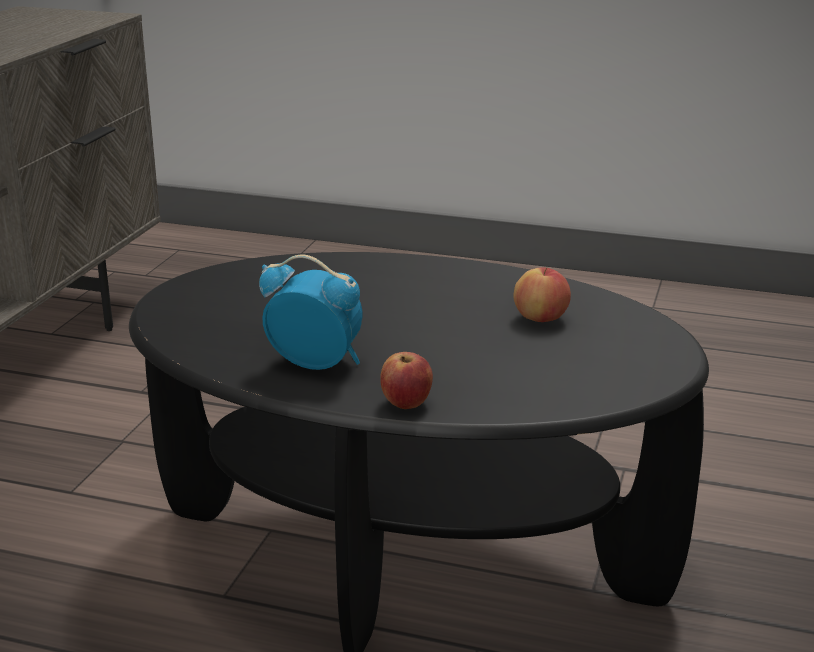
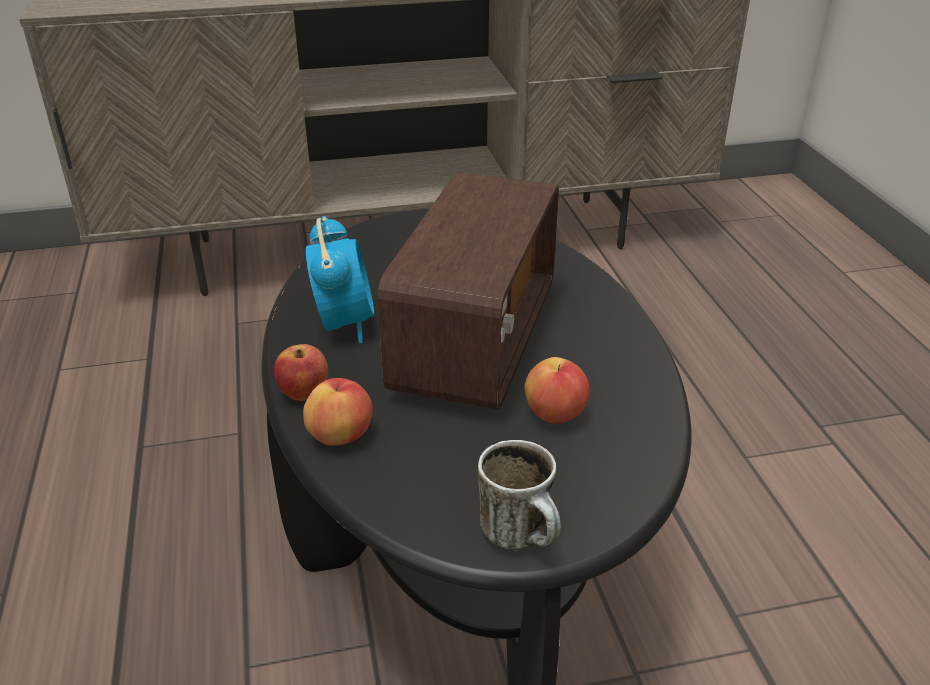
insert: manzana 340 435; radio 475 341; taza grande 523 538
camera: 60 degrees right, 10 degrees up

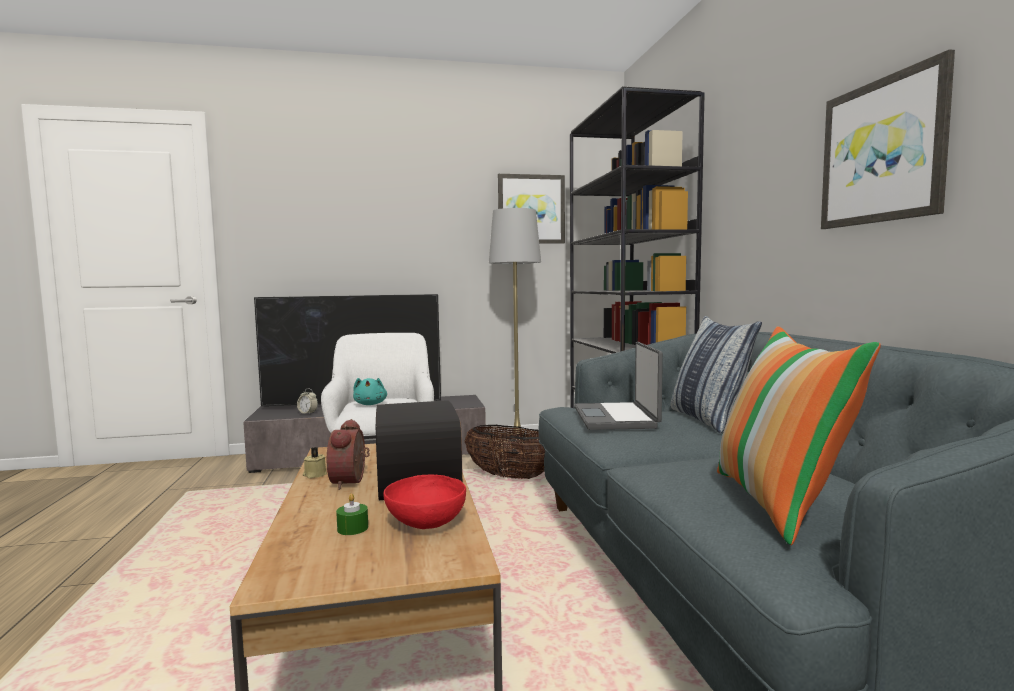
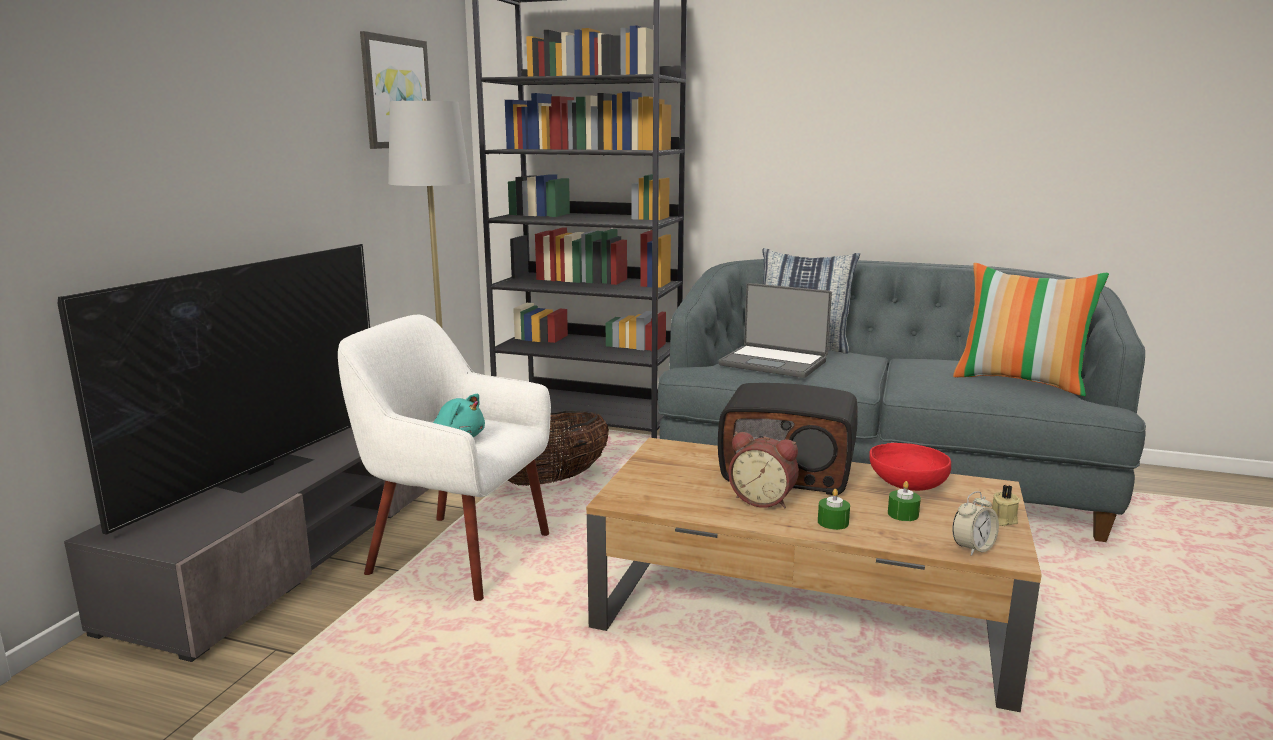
delete: cuadro 882 151
insert: vela (verde) 833 522
move: despertador 307 413 to 973 548; vela (beis) 314 475 to 1002 520
camera: 60 degrees left, 10 degrees up

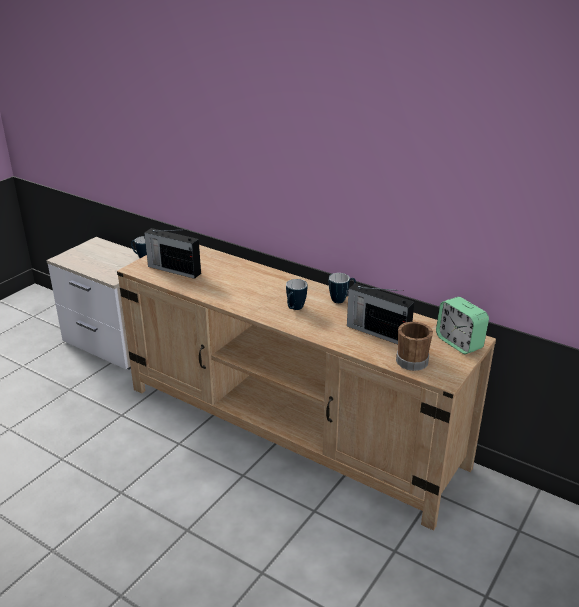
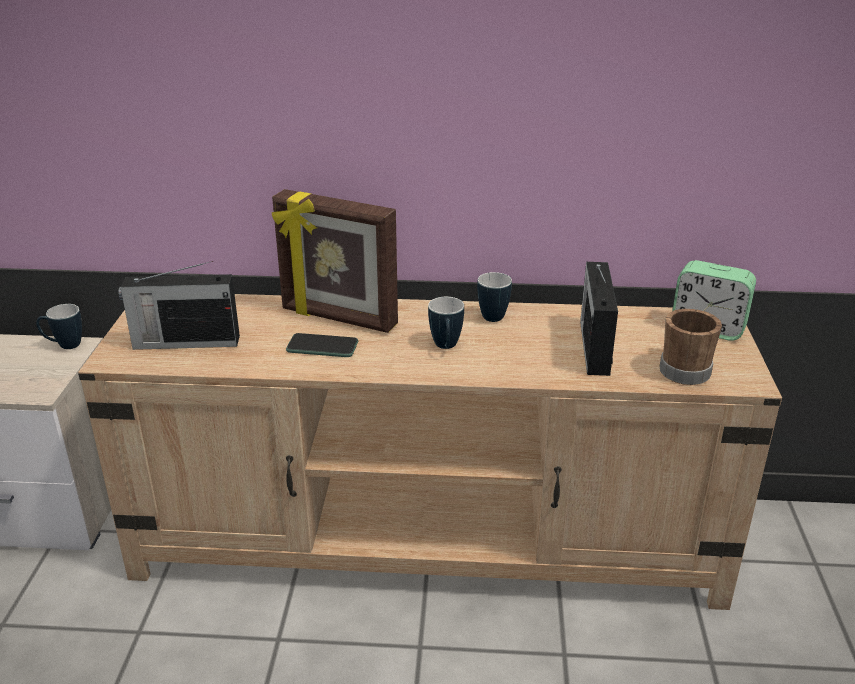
insert: portarretratos 338 318; móvil 322 347
rotate: radio 377 332 = 594 346 90 degrees clockwise
camera: 30 degrees left, 0 degrees up

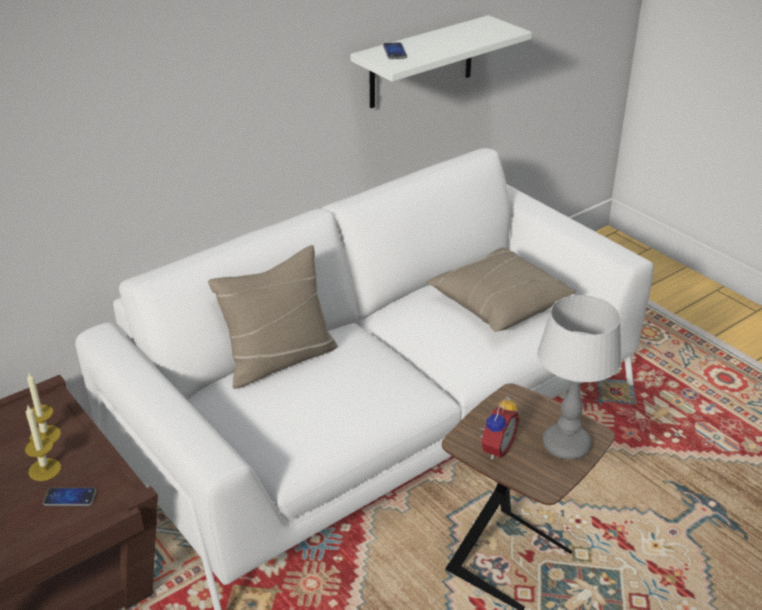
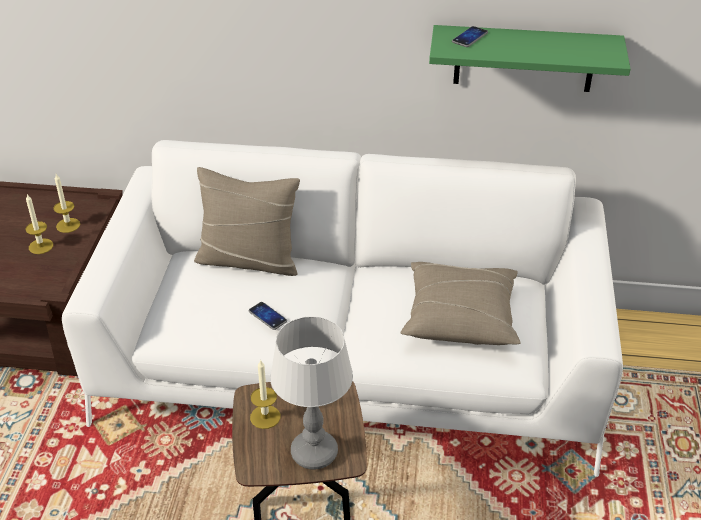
move: móvil 70 498 to 267 316
replace: despertador 495 448 to vela 265 417
recolor: estante (blanco) 421 62 to estante (verde) 524 58
camera: 45 degrees right, 5 degrees up

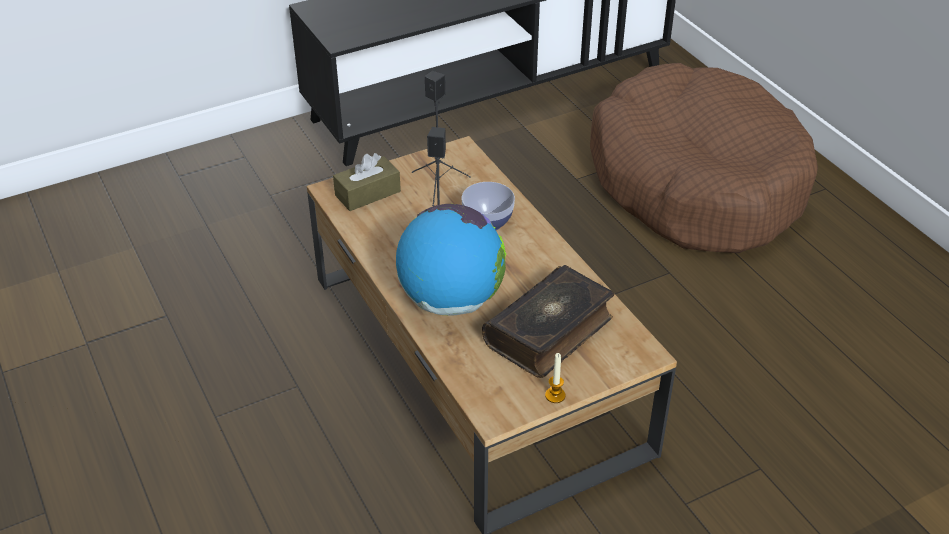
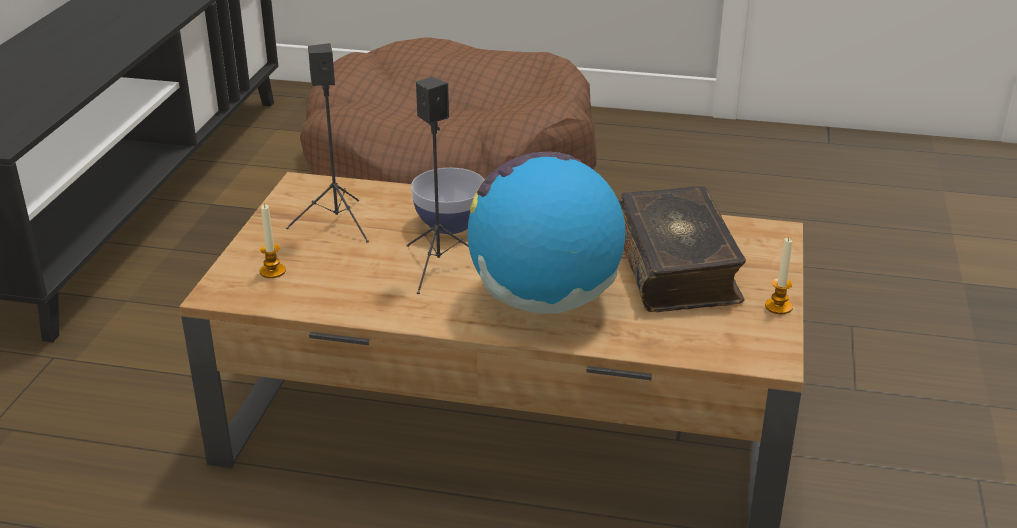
replace: caja de pañuelos (marrón) 367 193 to vela 272 271
camera: 50 degrees left, 10 degrees down

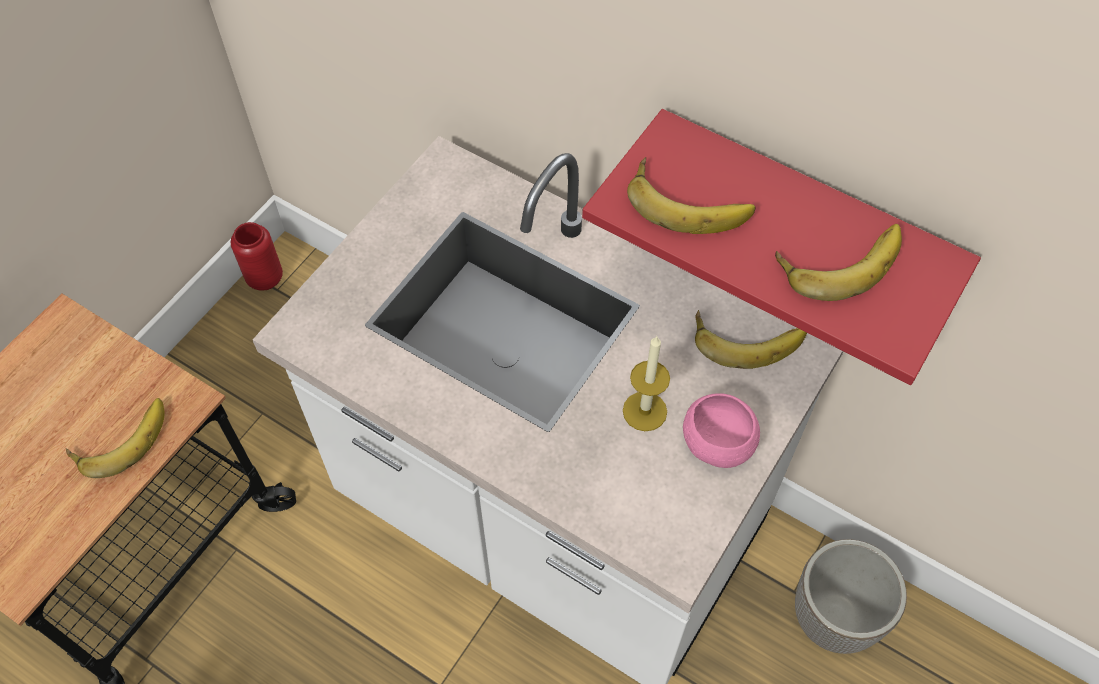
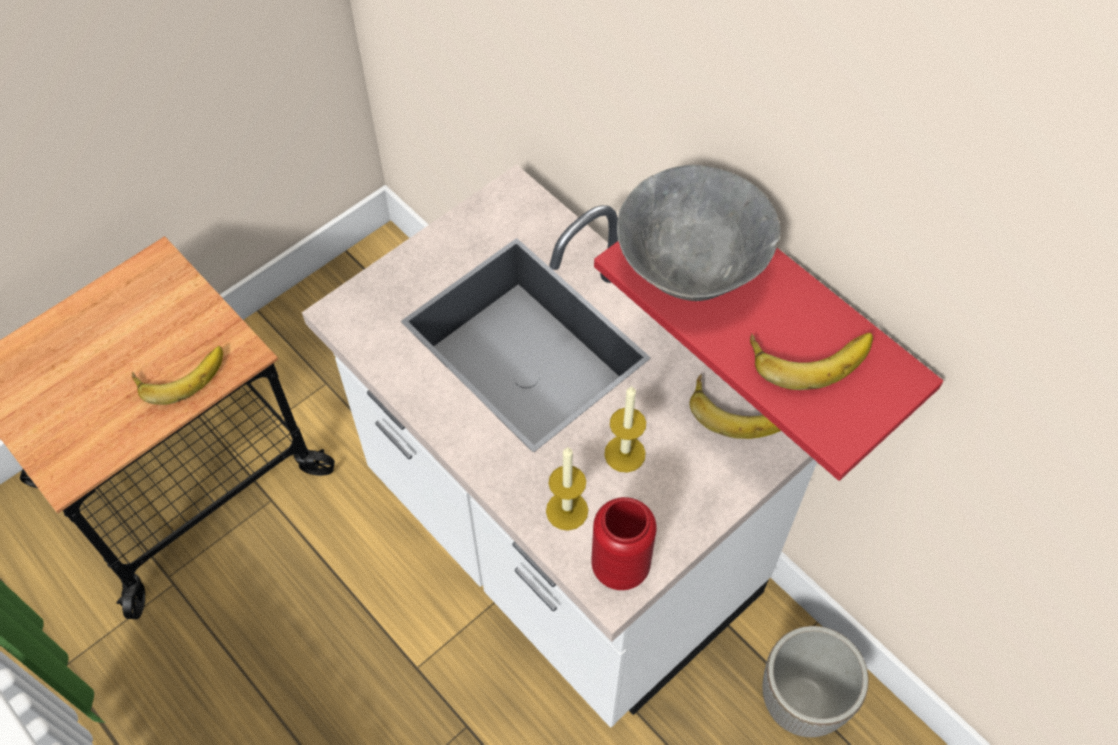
delete: cuenco (rosa) 717 444
insert: vela 567 510
move: florero (rojo) 265 278 to 620 567
replace: plátano 689 201 to cuenco (gris) 691 272
camera: 15 degrees right, 0 degrees up

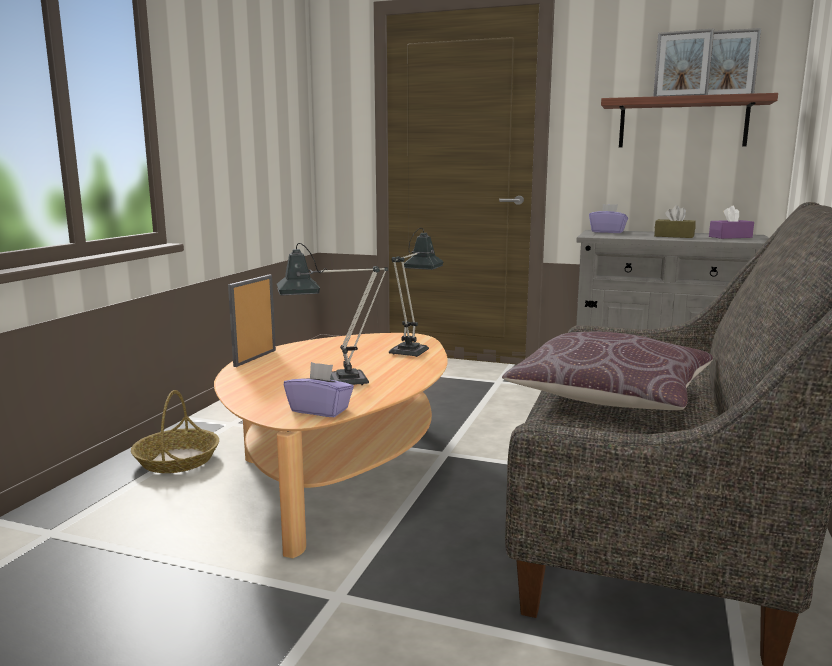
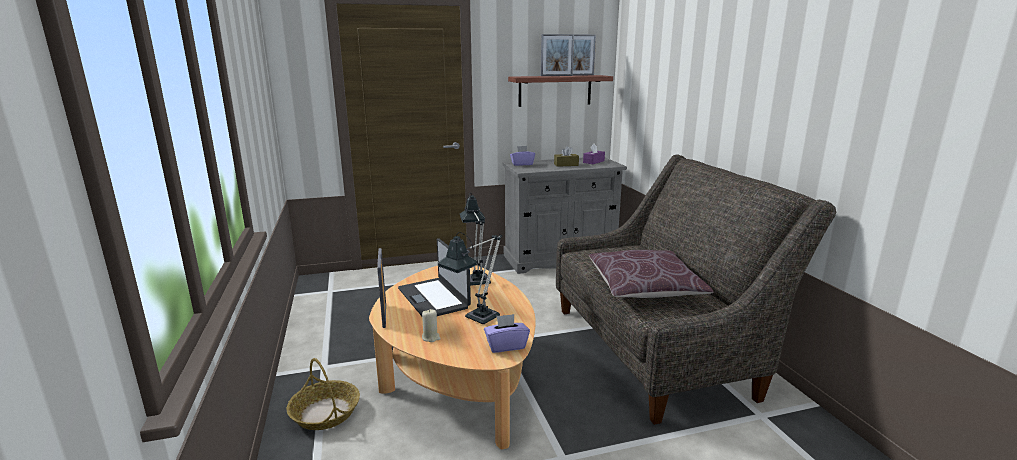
insert: portátil 434 298; vela (beis) 431 337
camera: 35 degrees left, 5 degrees up

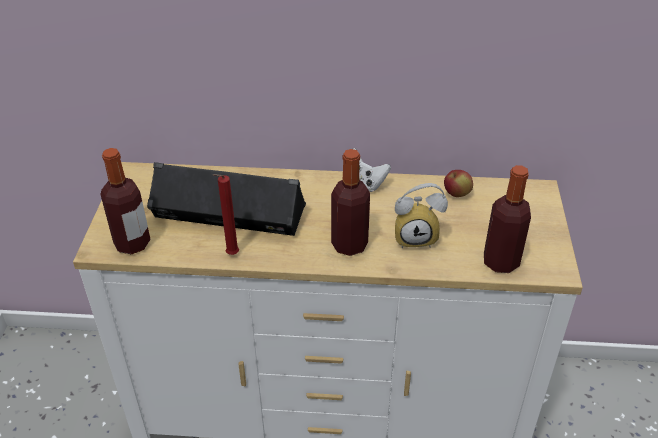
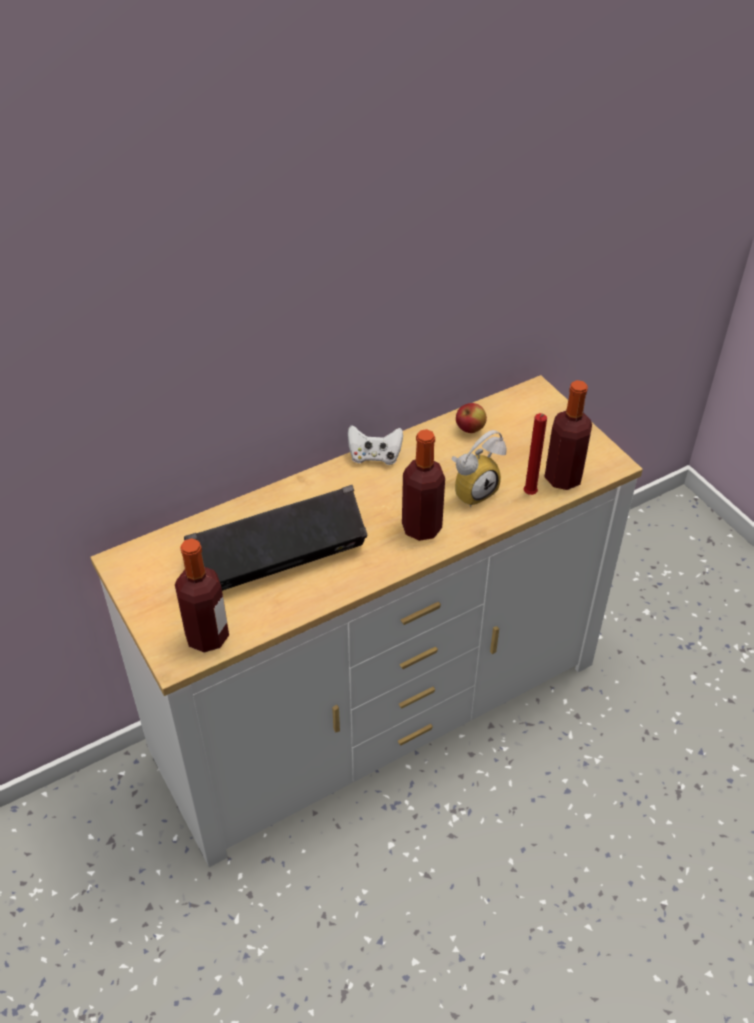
move: vela (rojo) 230 255 to 529 495
camera: 35 degrees left, 5 degrees up

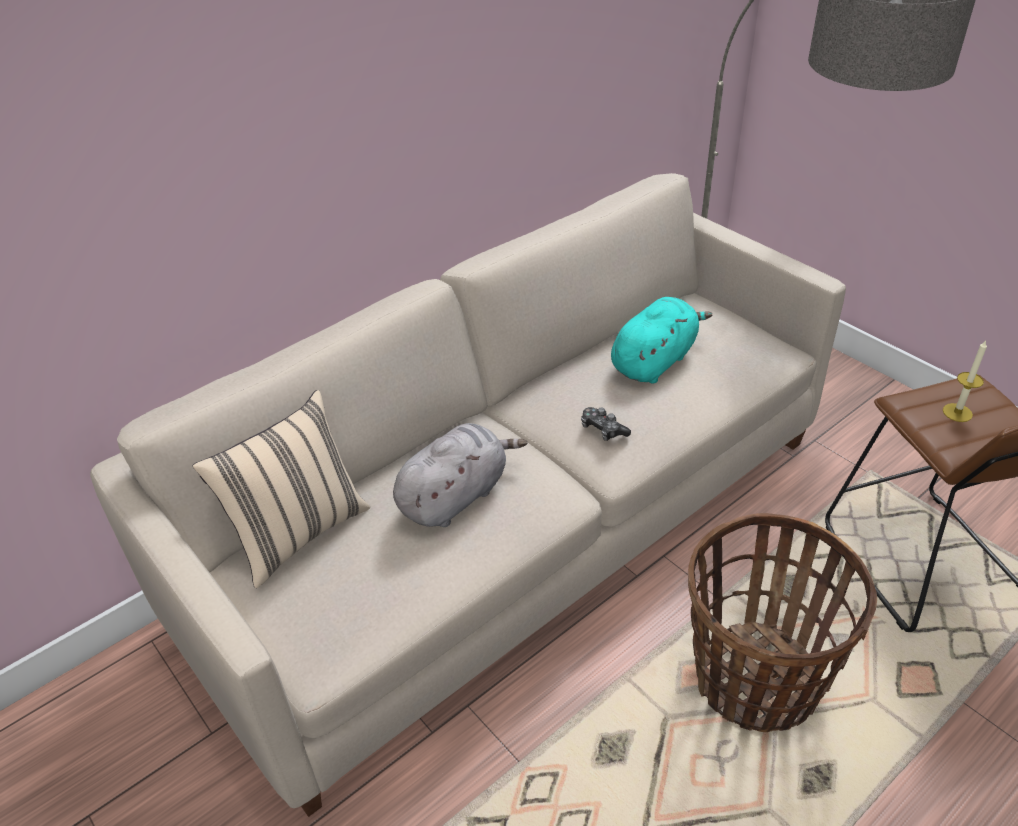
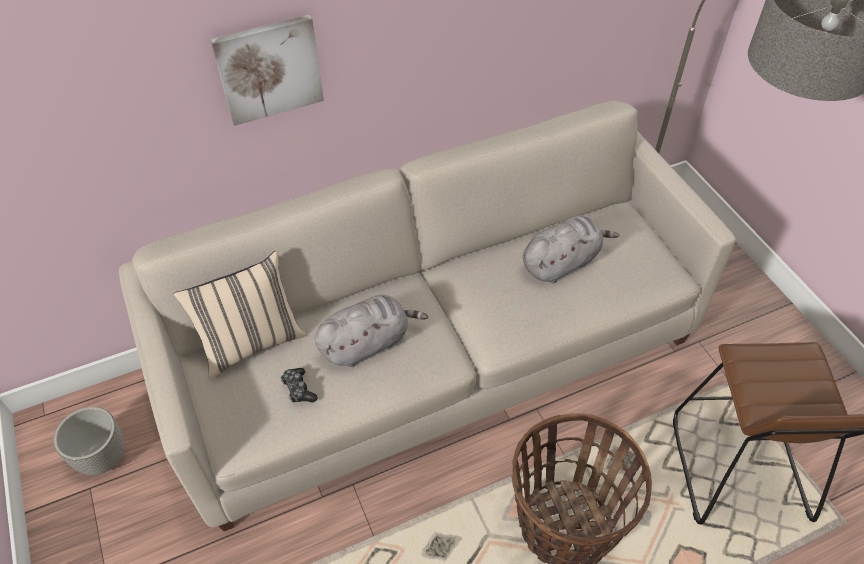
delete: vela 957 412
insert: maceta 102 457; cuadro 269 69
move: mando de consola 603 429 to 299 389
recolor: peluche (turquesa) 655 361 to peluche (gris) 562 262
camera: 15 degrees right, 10 degrees up

